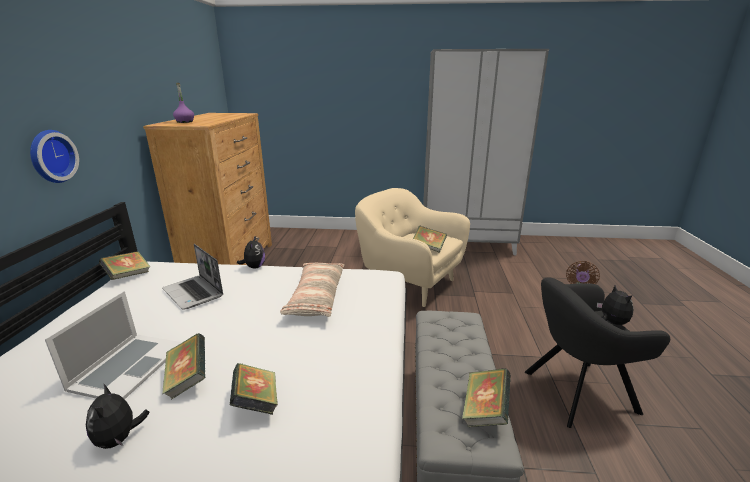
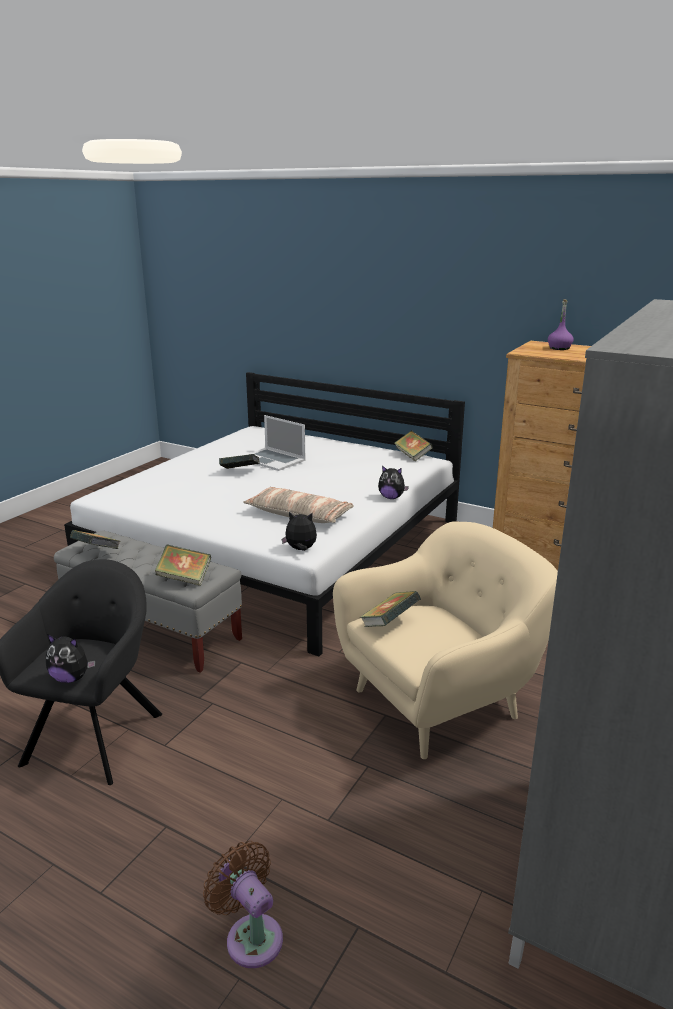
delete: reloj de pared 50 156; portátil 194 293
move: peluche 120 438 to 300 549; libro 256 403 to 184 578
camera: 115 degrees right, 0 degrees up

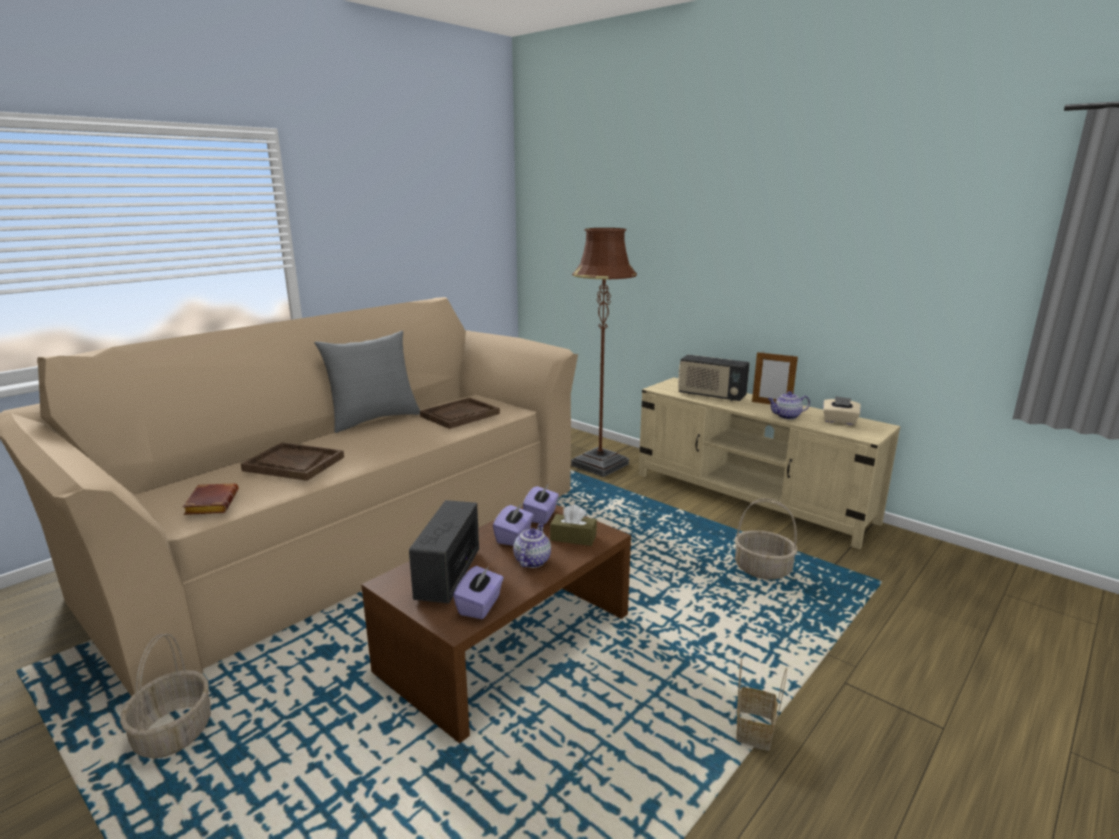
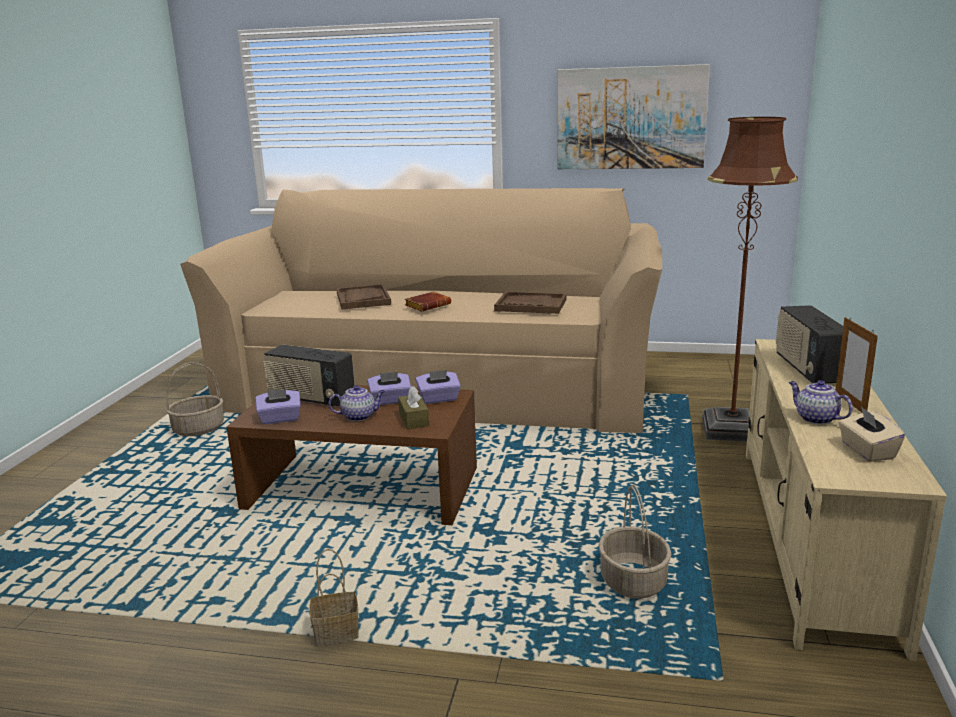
delete: cojín (gris) 374 419
insert: cuadro 630 118
move: libro (marrón) 211 503 to 428 305
rotate: radio 447 575 = 311 398 135 degrees counterclockwise
camera: 60 degrees right, 0 degrees up

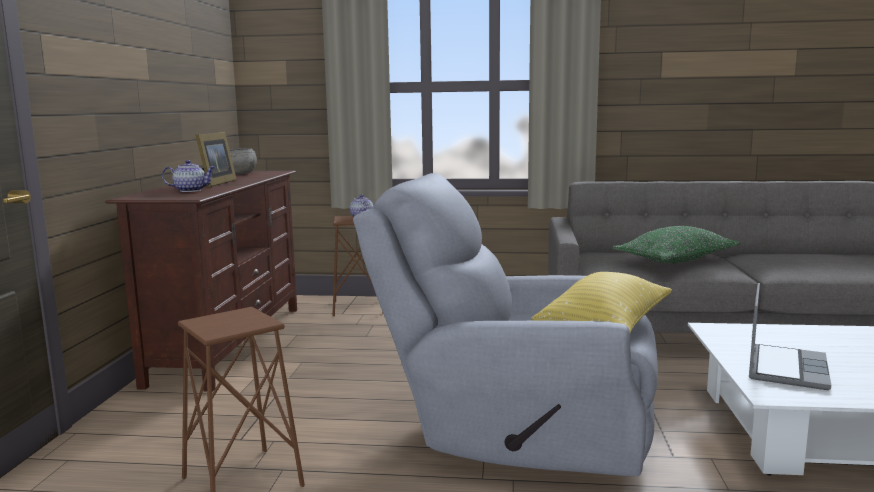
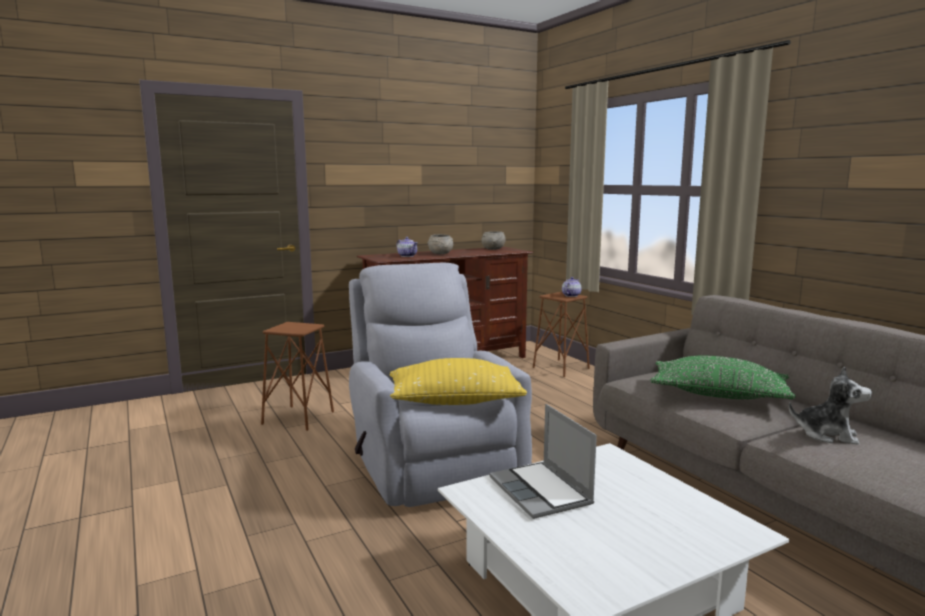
insert: peluche 827 435
replace: portarretratos 214 183 to cuenco (gris) 440 253
rotate: portátil 785 368 = 542 492 75 degrees clockwise
camera: 55 degrees right, 0 degrees up

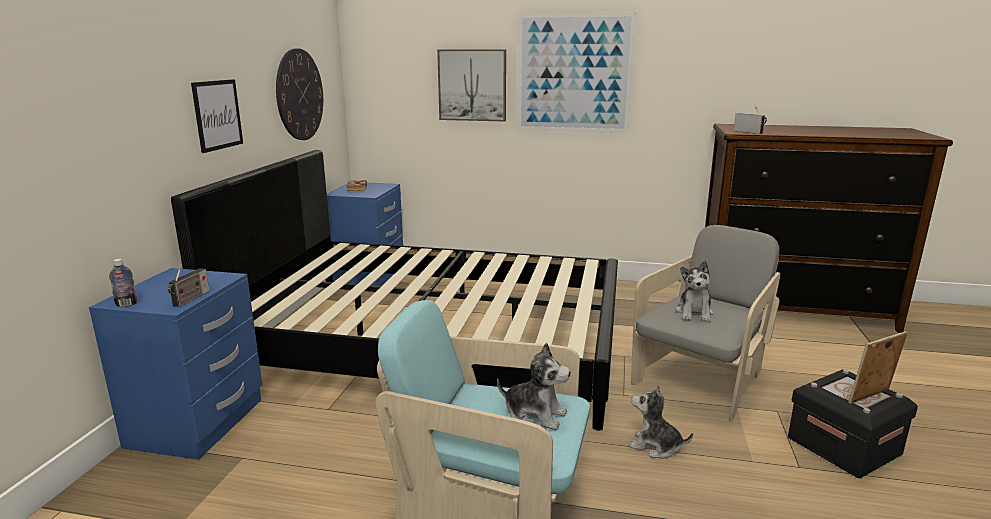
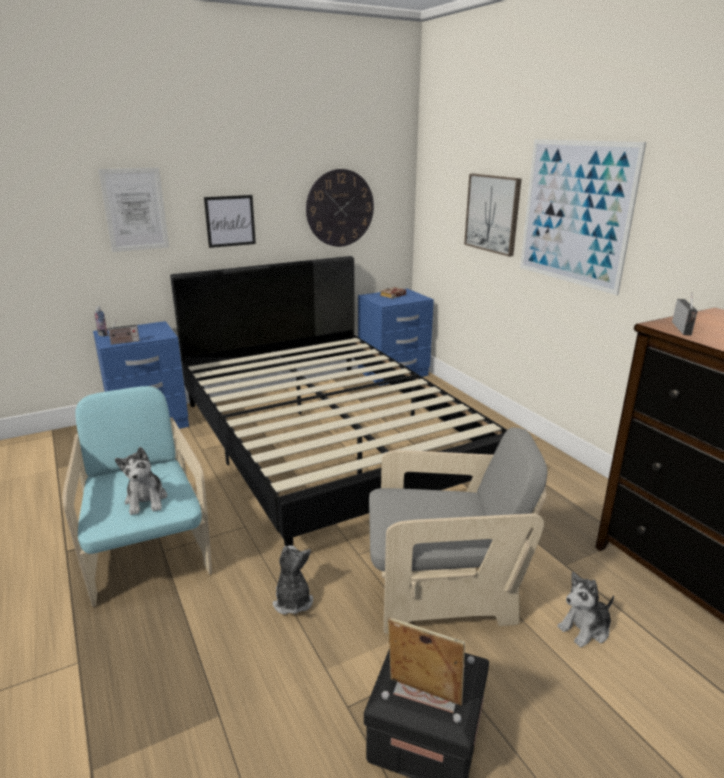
insert: cuadro 135 209
move: peluche 694 313 to 585 628
camera: 50 degrees right, 5 degrees up

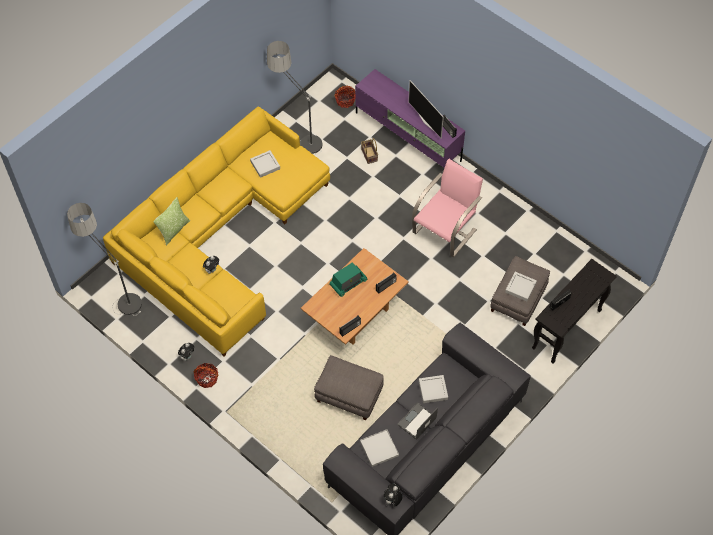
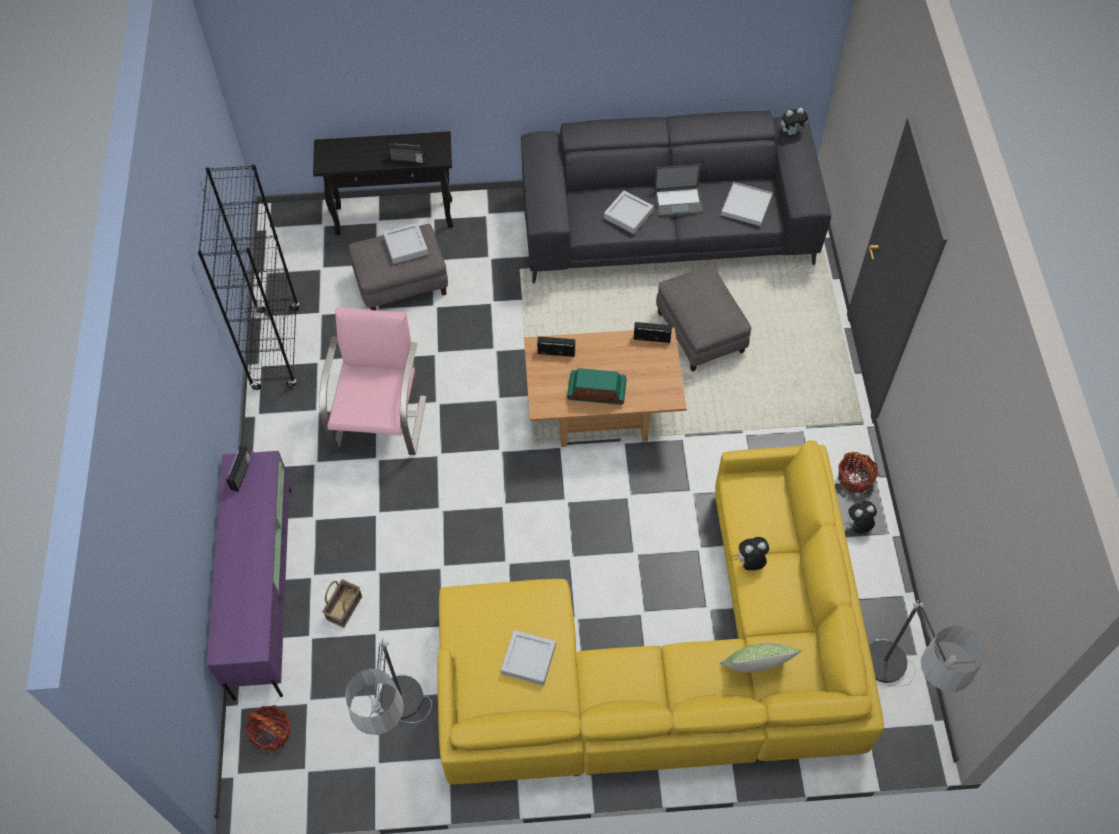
delete: televisor 426 122
insert: estantería (negro) 276 348
rotate: sillón (rosa) 445 231 = 380 421 105 degrees clockwise
camera: 135 degrees left, 0 degrees up

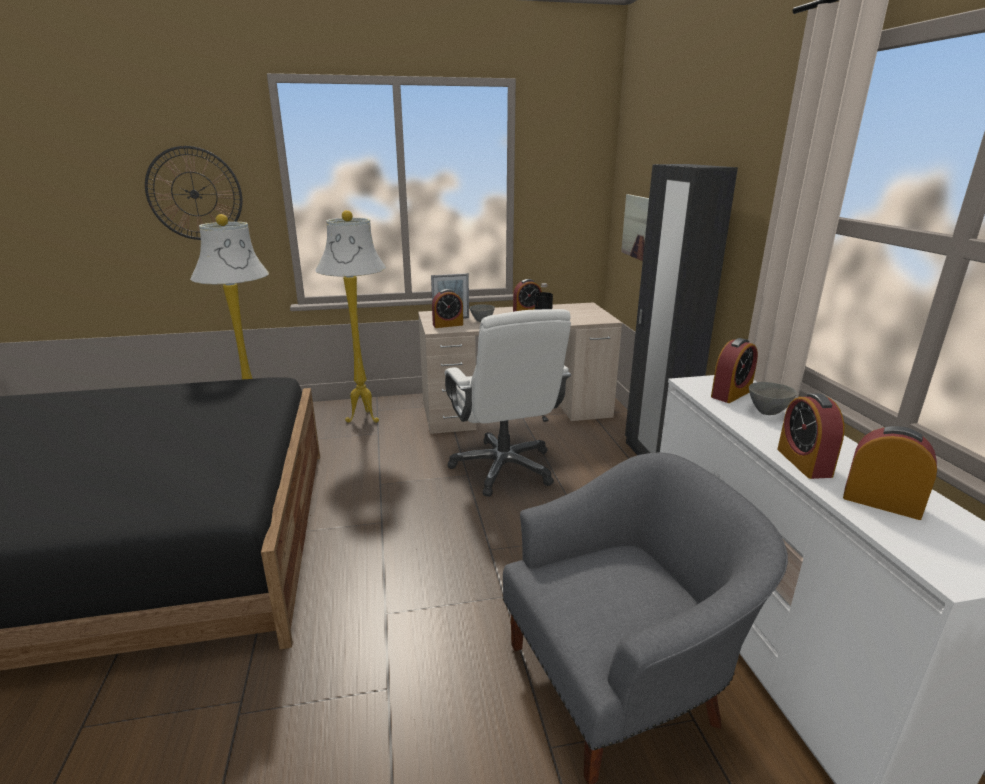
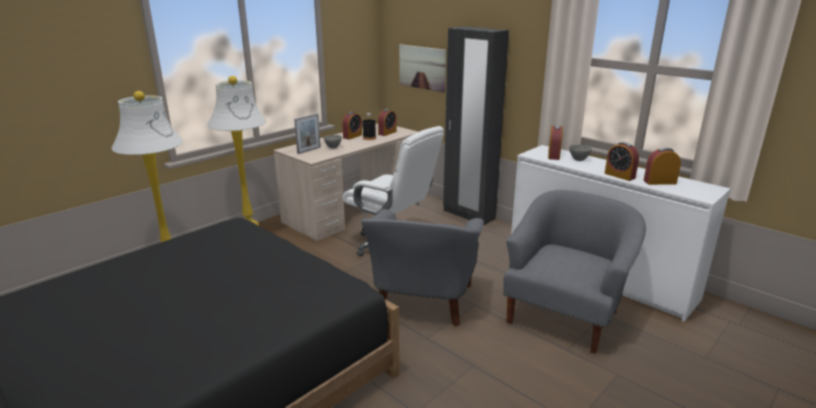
delete: reloj de pared 194 194
insert: sillón (gris) 422 302
move: despertador 448 325 to 387 133
camera: 35 degrees left, 0 degrees up

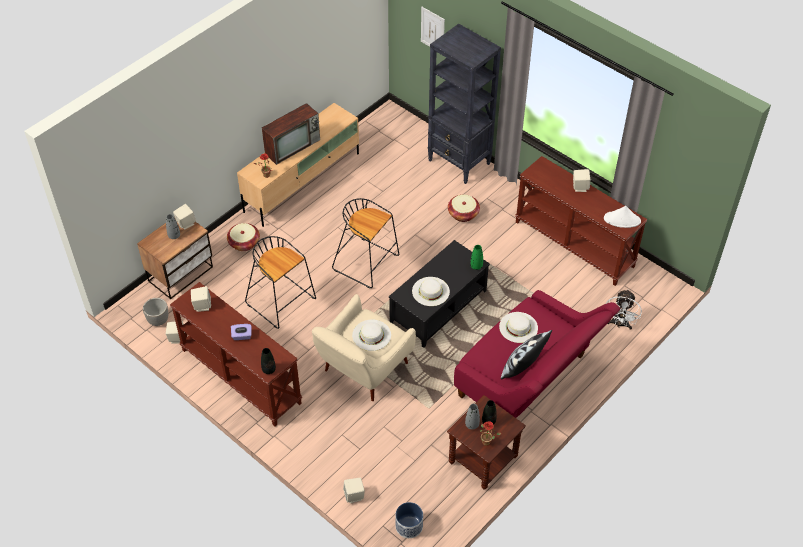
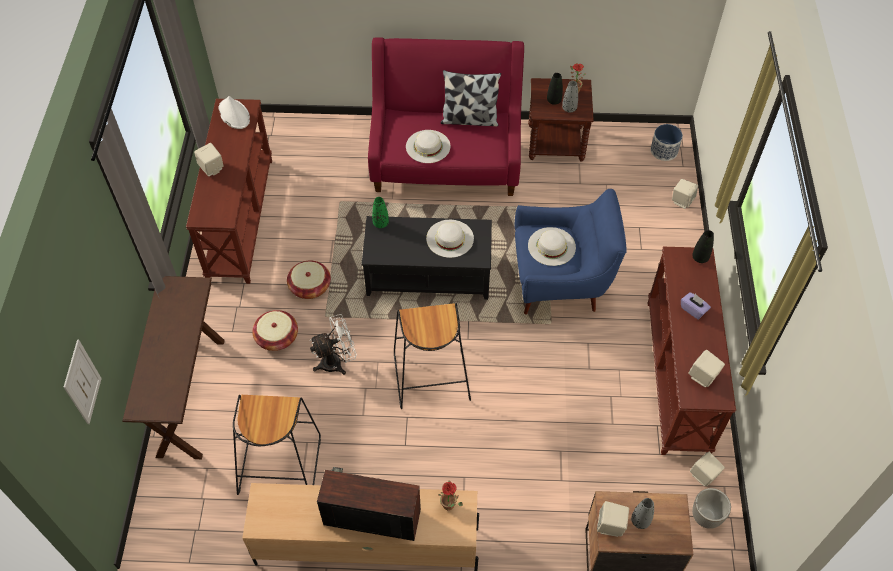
move: cesta 244 243 to 310 287; taburete (negro) 282 302 to 279 463; ventilador (blanco) 619 324 to 337 362
replace: estantería (negro) 459 162 to mesa consola (marrón) 191 396
recolor: sillón (beis) 363 369 to sillón (azul) 561 282
camera: 130 degrees left, 5 degrees up

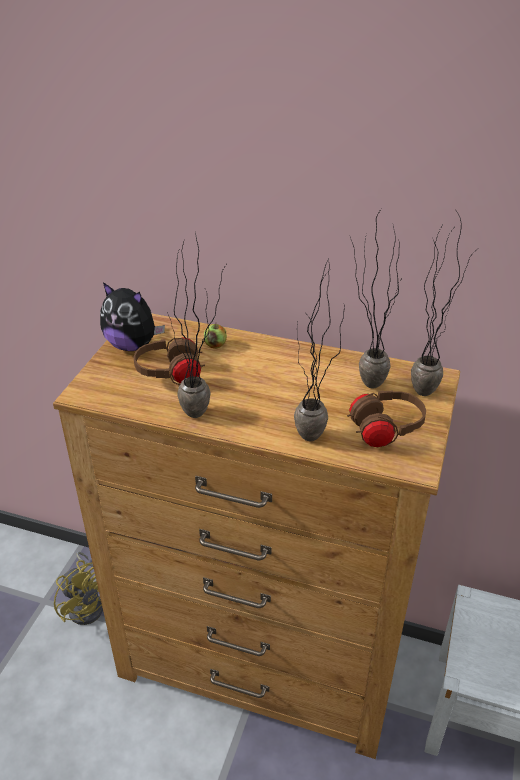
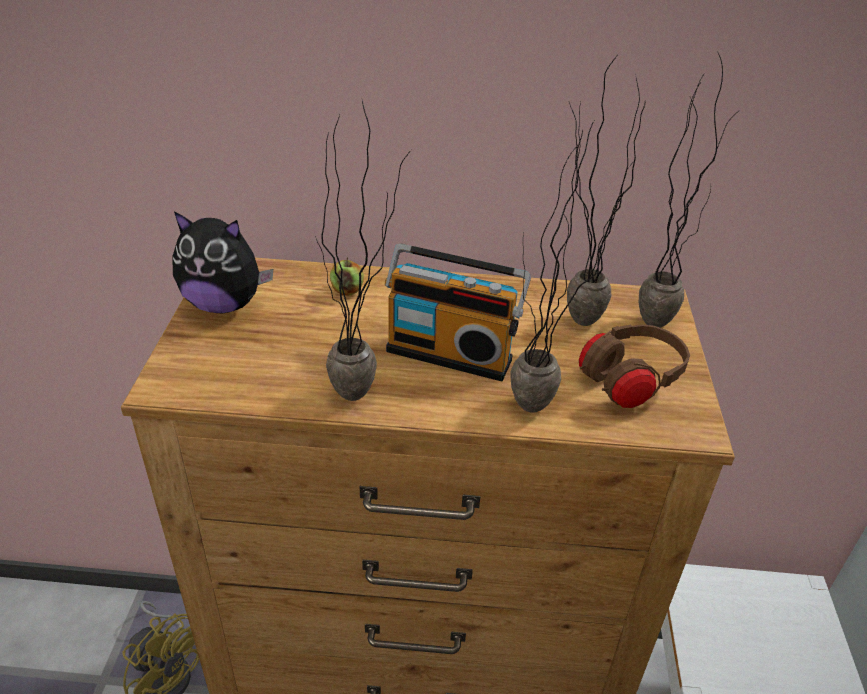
delete: auriculares (marrón) 170 375
insert: radio 451 352
camera: 15 degrees left, 0 degrees up

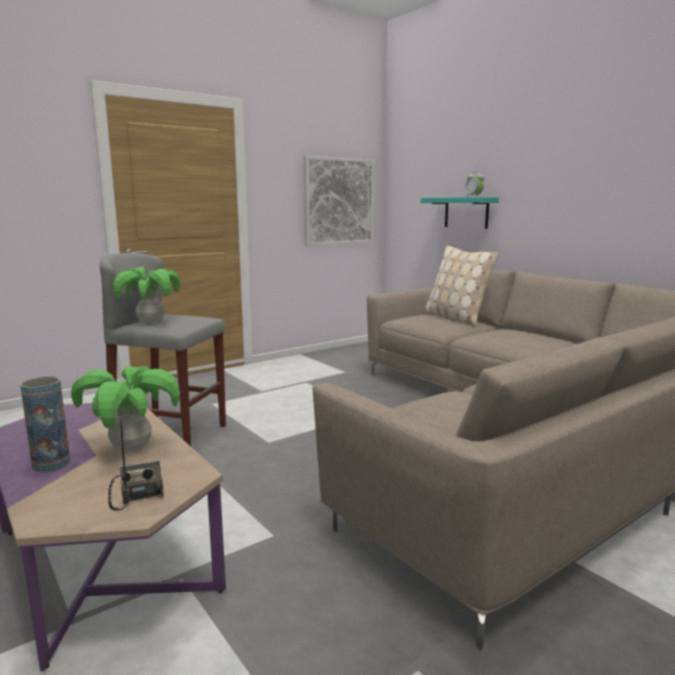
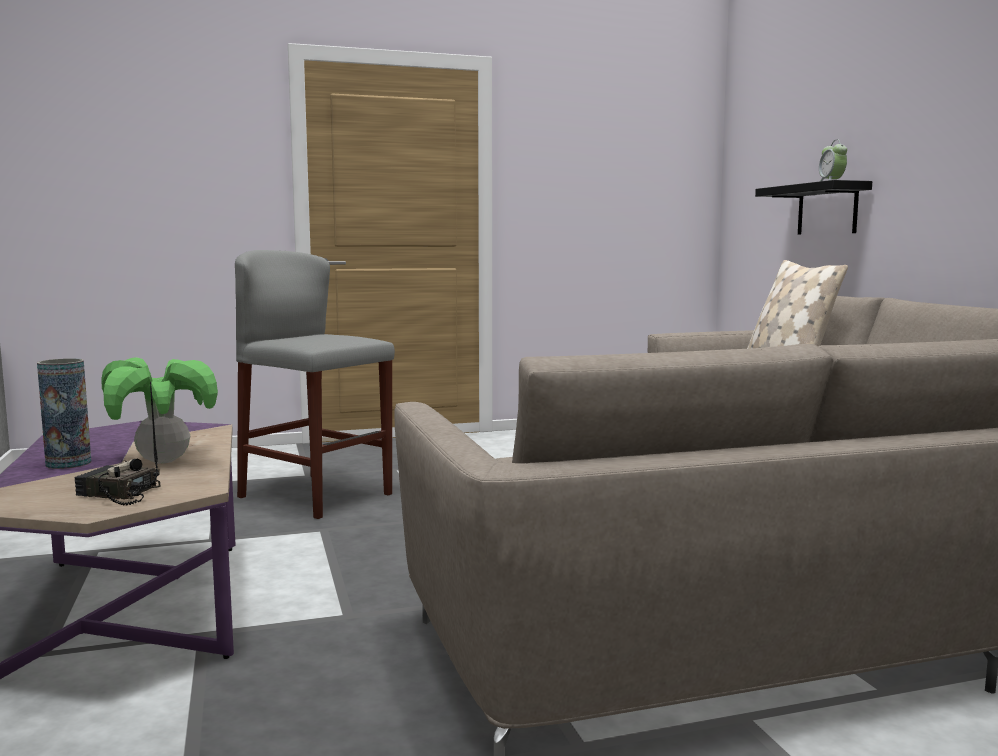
delete: planta en maceta 151 322; cuadro 339 201
recolor: estante (turquesa) 466 212 to estante (negro) 827 209
rotate: radio 137 492 = 117 494 75 degrees counterclockwise
camera: 20 degrees right, 5 degrees down

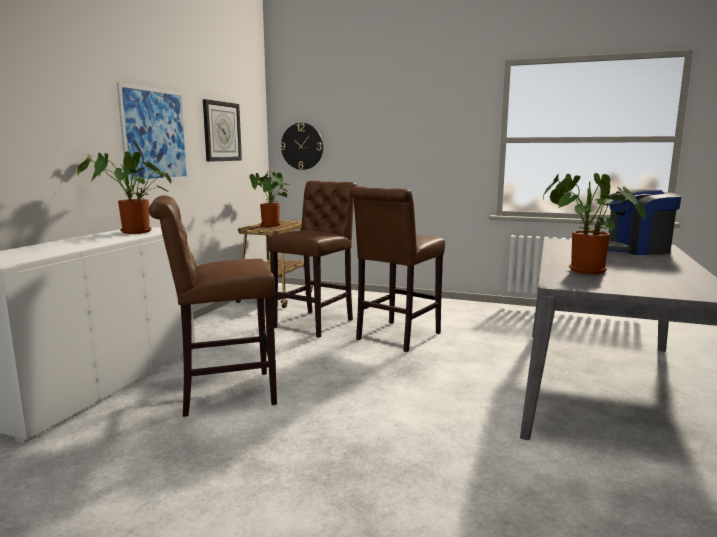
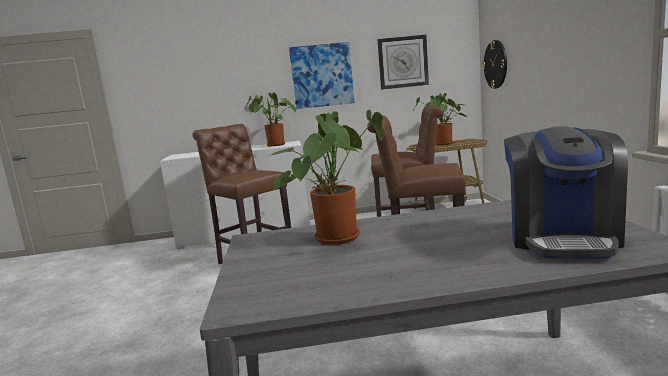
rotate: cafetera 634 249 = 562 238 135 degrees counterclockwise
camera: 65 degrees right, 0 degrees up

